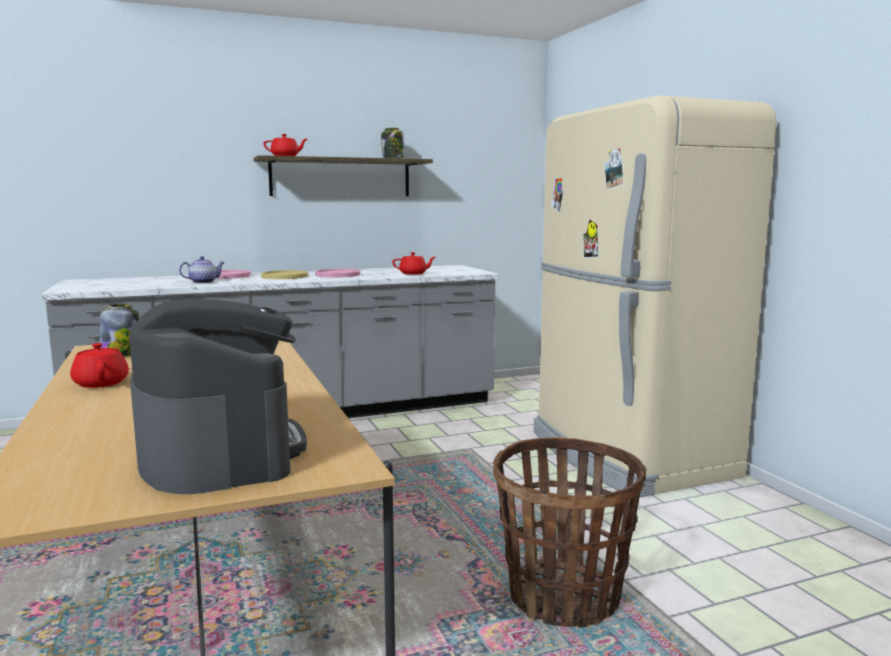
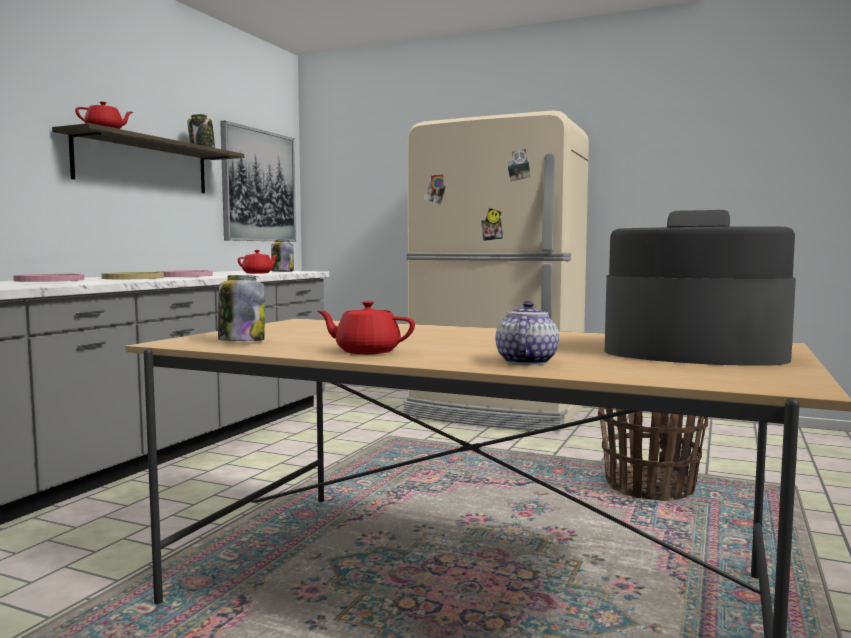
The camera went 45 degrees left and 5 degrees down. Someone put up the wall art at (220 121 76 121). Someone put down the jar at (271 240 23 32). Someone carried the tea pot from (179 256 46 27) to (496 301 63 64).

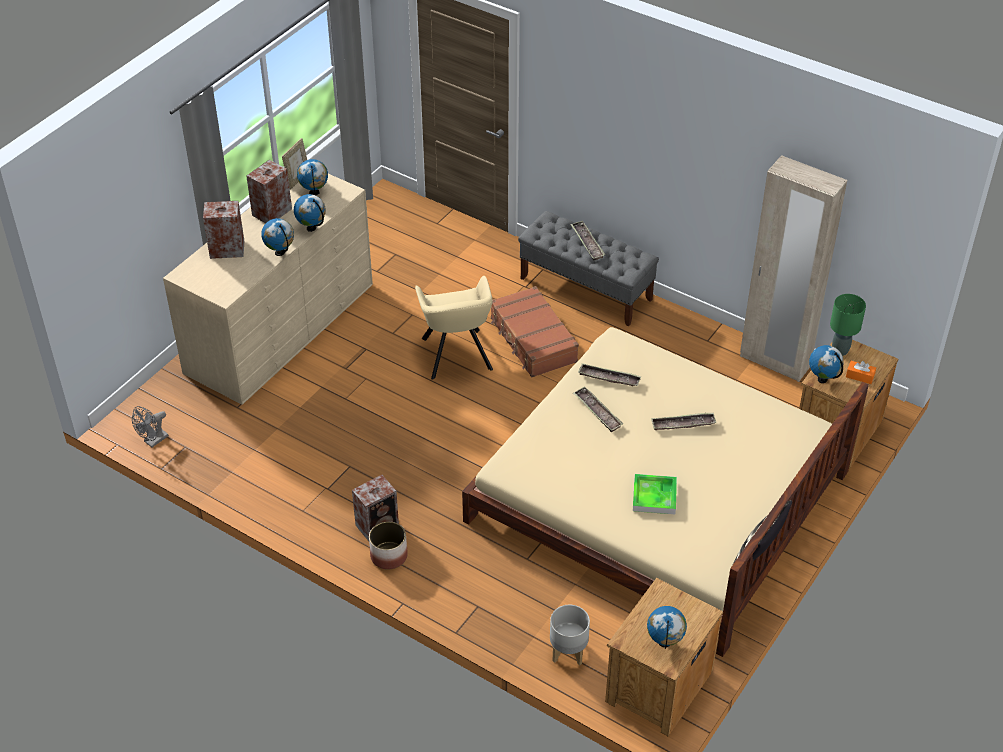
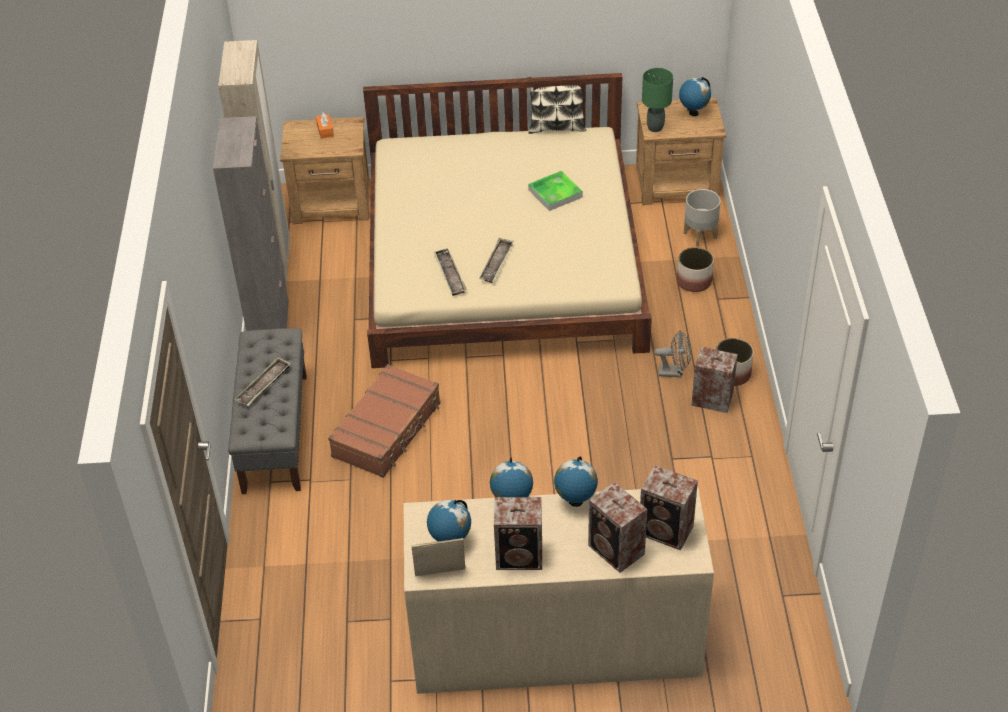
The camera went 125 degrees left and 0 degrees up. Someone took away the lounge chair (sand-coloured) at (415 276 78 104). Someone took away the tray at (651 412 66 18). Someone took away the world globe at (809 345 35 38). Someone put down the cupboard (gray) at (213 116 76 215). Someone put down the speaker at (640 465 58 85). Someone put down the plant pot at (677 247 37 45). Someone carried the fan (gray) from (132 406 37 41) to (654 330 38 48). Someone carried the lamp for a table (greenish) from (830 294 36 62) to (642 68 31 64).

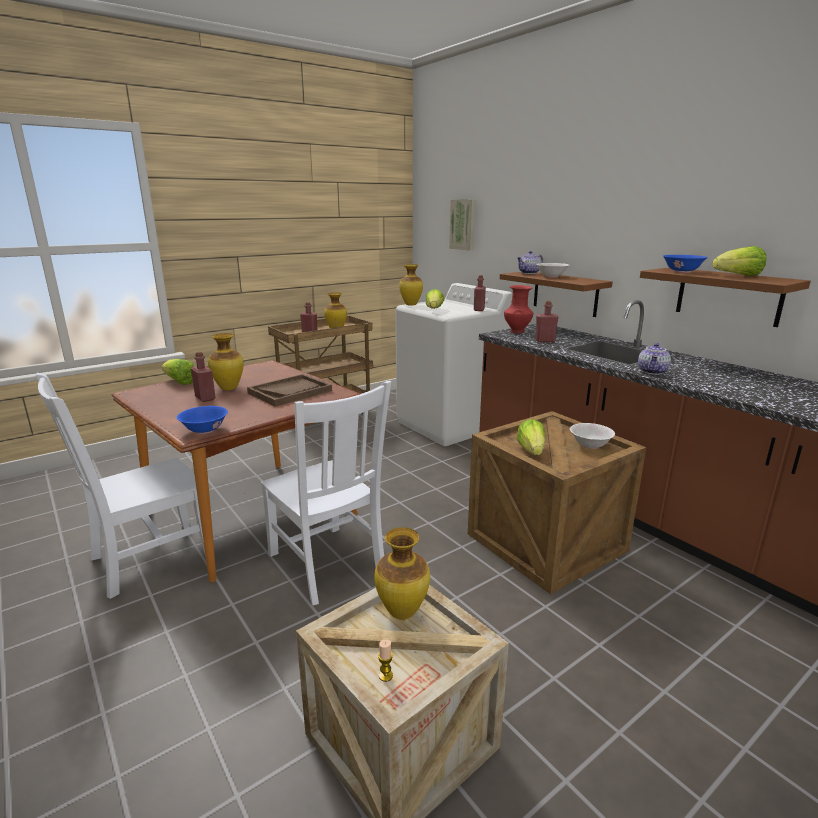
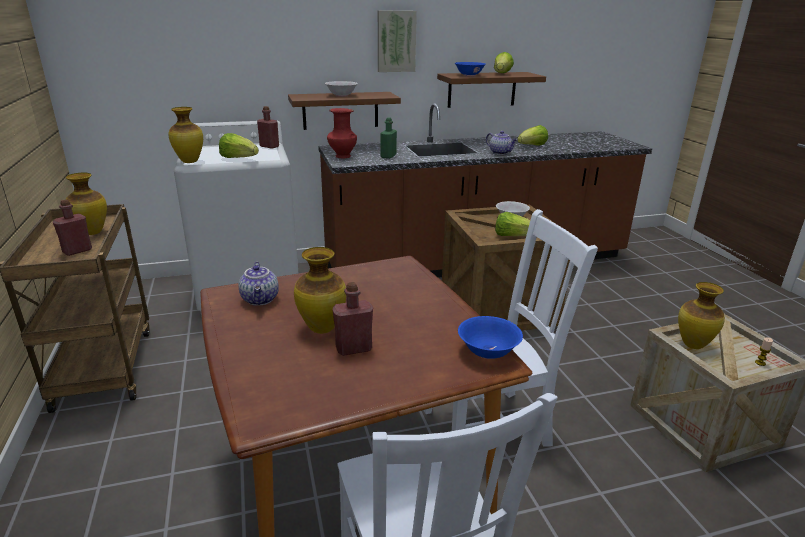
The camera went 70 degrees left and 5 degrees up. Someone took away the tray (brown-coloured) at (247 374 85 33). Someone carried the lettuce from (162 359 32 26) to (517 125 31 21). Someone carried the wall art from (449 199 27 52) to (378 10 39 62). Someone carried the tea pot from (517 251 26 23) to (239 262 40 44). Someone repainted the beverage bottle (red-coloured) at (535 301 24 41), which became the beverage bottle (greenish) at (380 117 17 42).

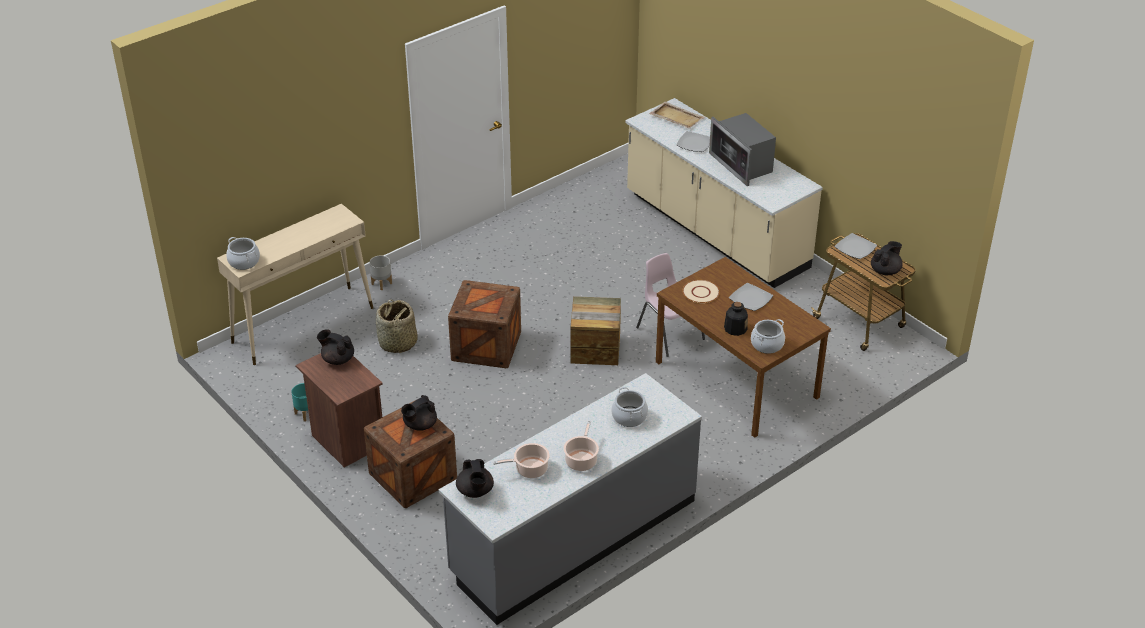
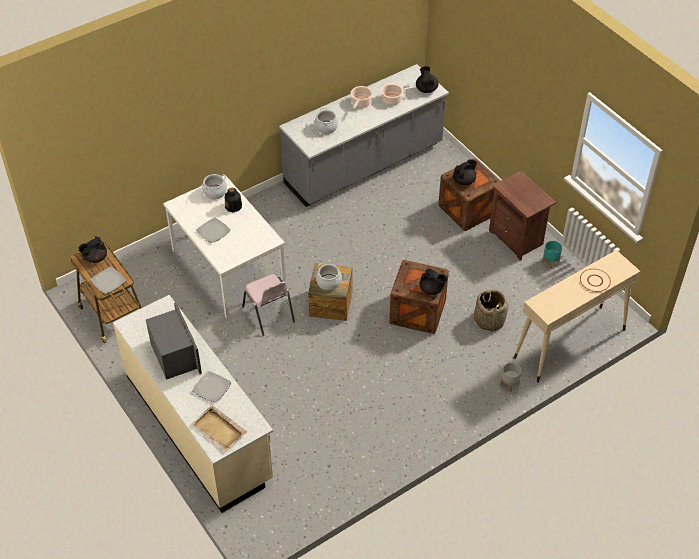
The camera went 175 degrees left and 10 degrees up. Someone carried the stockpot from (226 237 34 33) to (316 263 26 27). Someone carried the tea pot (black) from (317 329 37 36) to (420 269 27 26). Someone carried the flat dish (sand-coloured) from (682 280 38 23) to (580 269 31 23). Someone repainted the dining table (brown-coloured) at (656 257 175 181), which became the dining table (white-coloured) at (163 175 123 144).

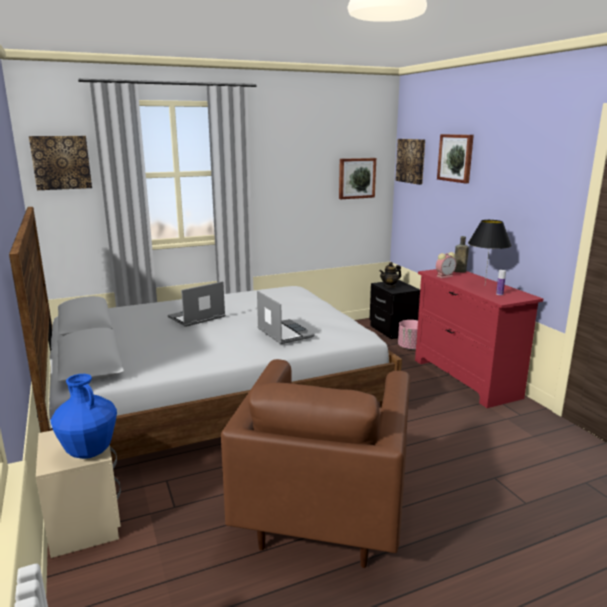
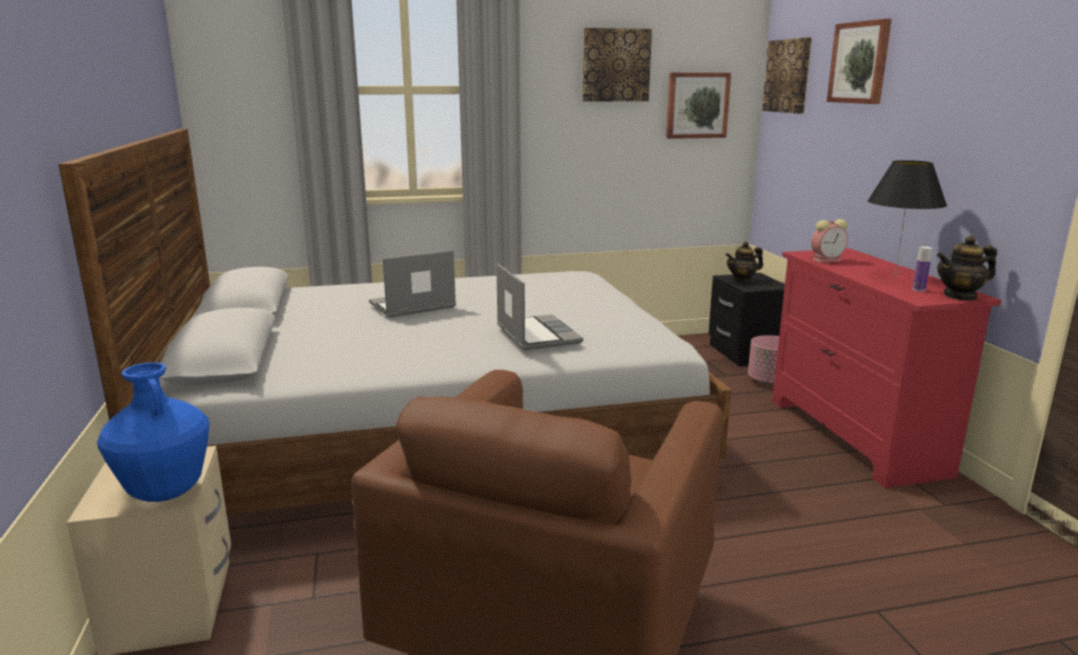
The camera went 10 degrees right and 0 degrees up. Someone took away the beverage bottle (brown-coloured) at (454 236 15 37). Someone put down the tea pot at (936 236 61 65). Someone carried the wall art from (29 136 63 54) to (583 28 69 74).

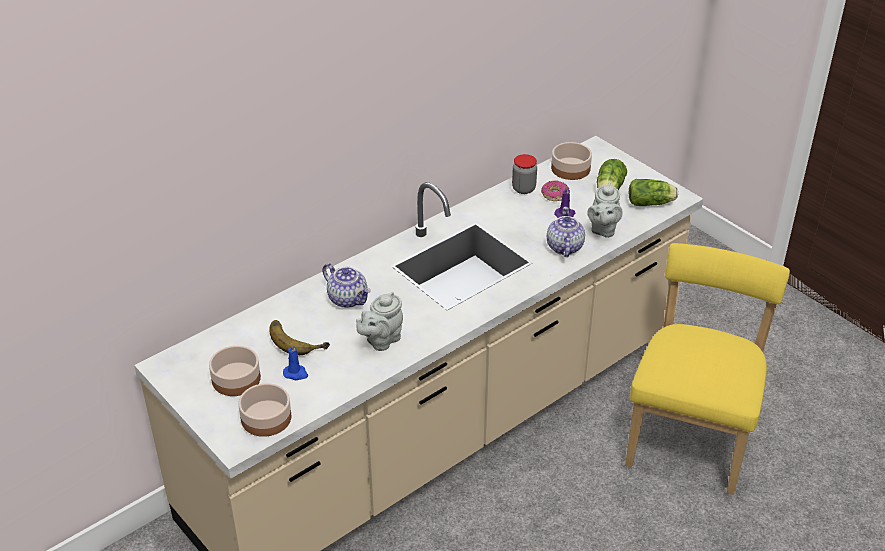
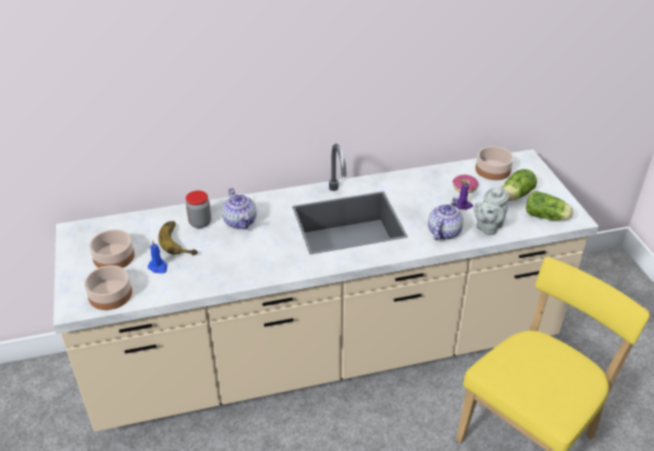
The camera went 25 degrees right and 0 degrees up. Someone took away the tea pot (gray) at (356 292 47 59). Someone carried the jar from (512 154 25 40) to (186 191 25 37).

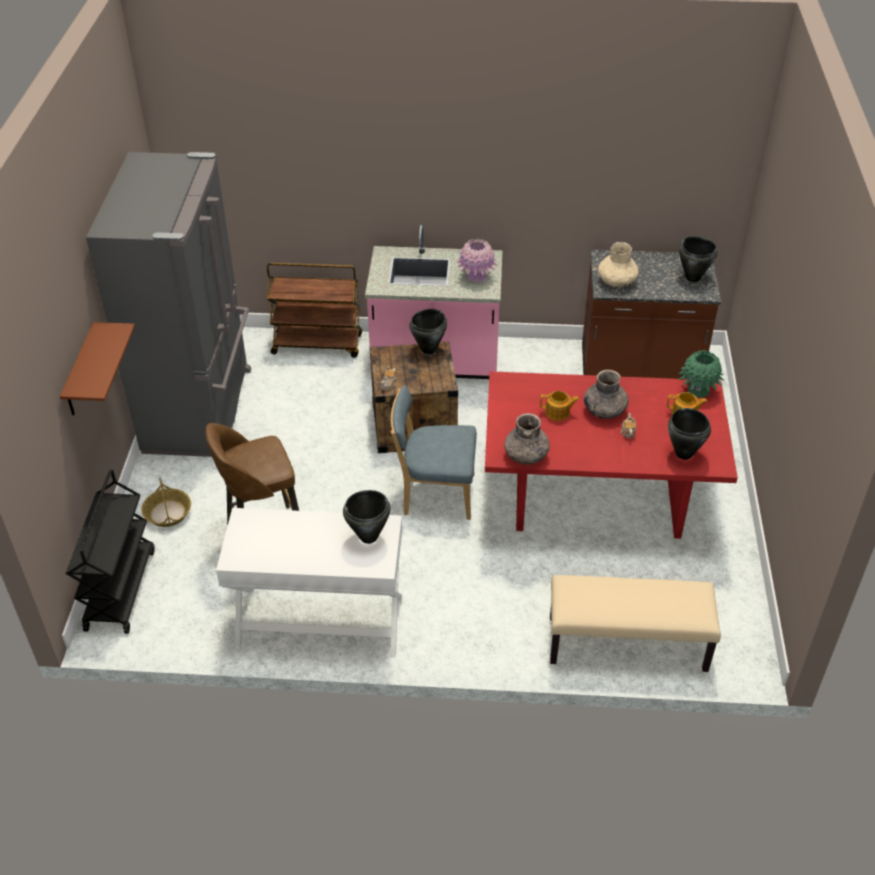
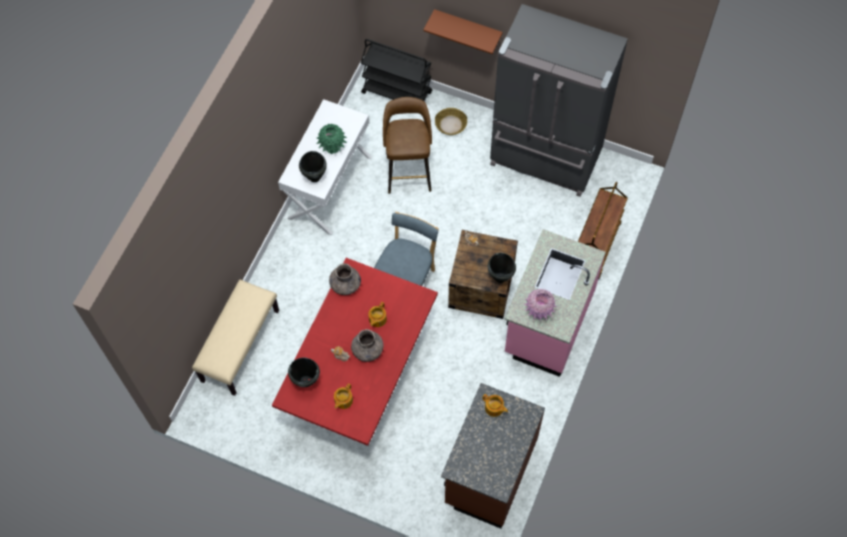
The camera went 110 degrees right and 20 degrees up. Someone took away the stockpot (black) at (679 236 39 46). Someone carried the flower vase (greenish) from (678 350 46 48) to (316 124 31 30). Someone swapped the flower vase (sand-coloured) at (598 242 41 45) for the tea pot at (482 394 26 23).

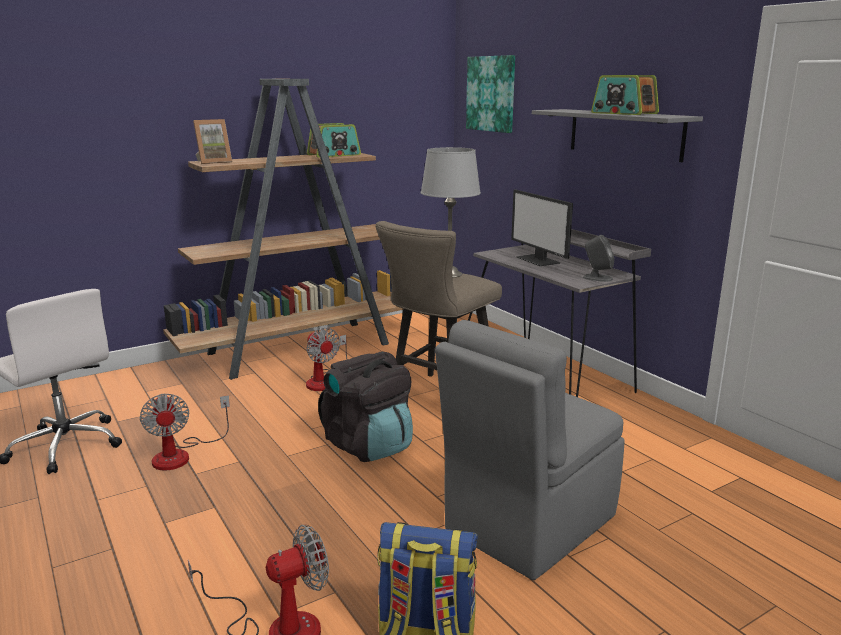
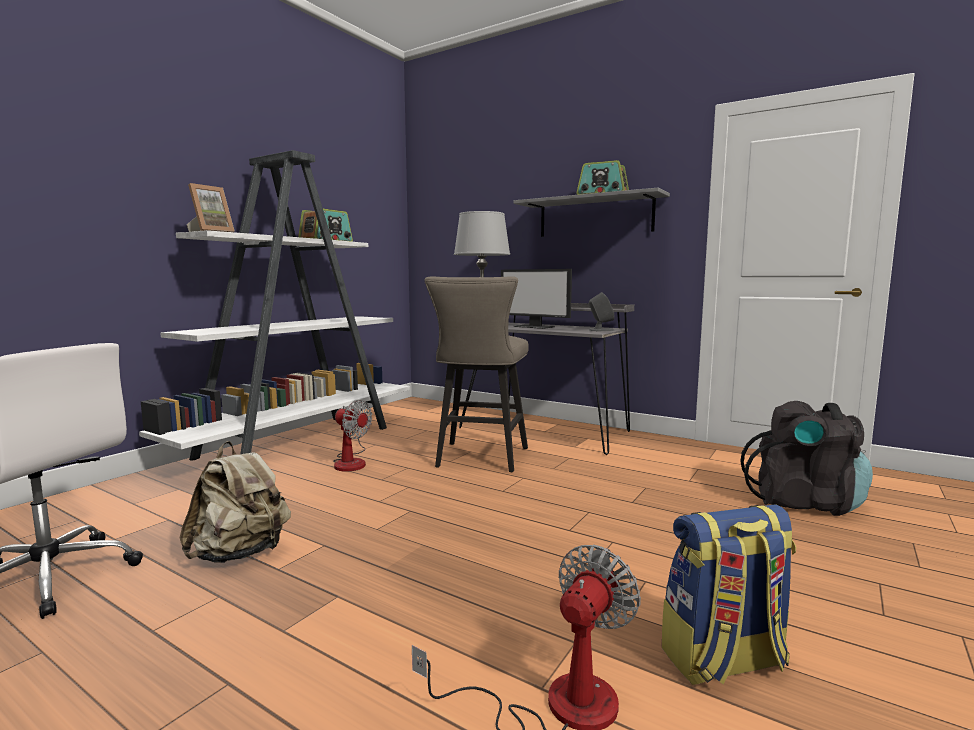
The camera went 25 degrees left and 10 degrees down. Someone took away the plain chair (gray) at (435 320 190 260). Someone took away the wall art at (466 55 49 78). Someone carried the knapsack (black) from (318 352 95 110) to (740 401 133 115). Someone swapped the fan at (140 394 90 77) for the knapsack (sand-coloured) at (180 441 111 122). Someone repainted the shelving unit (brown-coloured) at (163 79 240 301), which became the shelving unit (white-coloured) at (139 150 271 311).

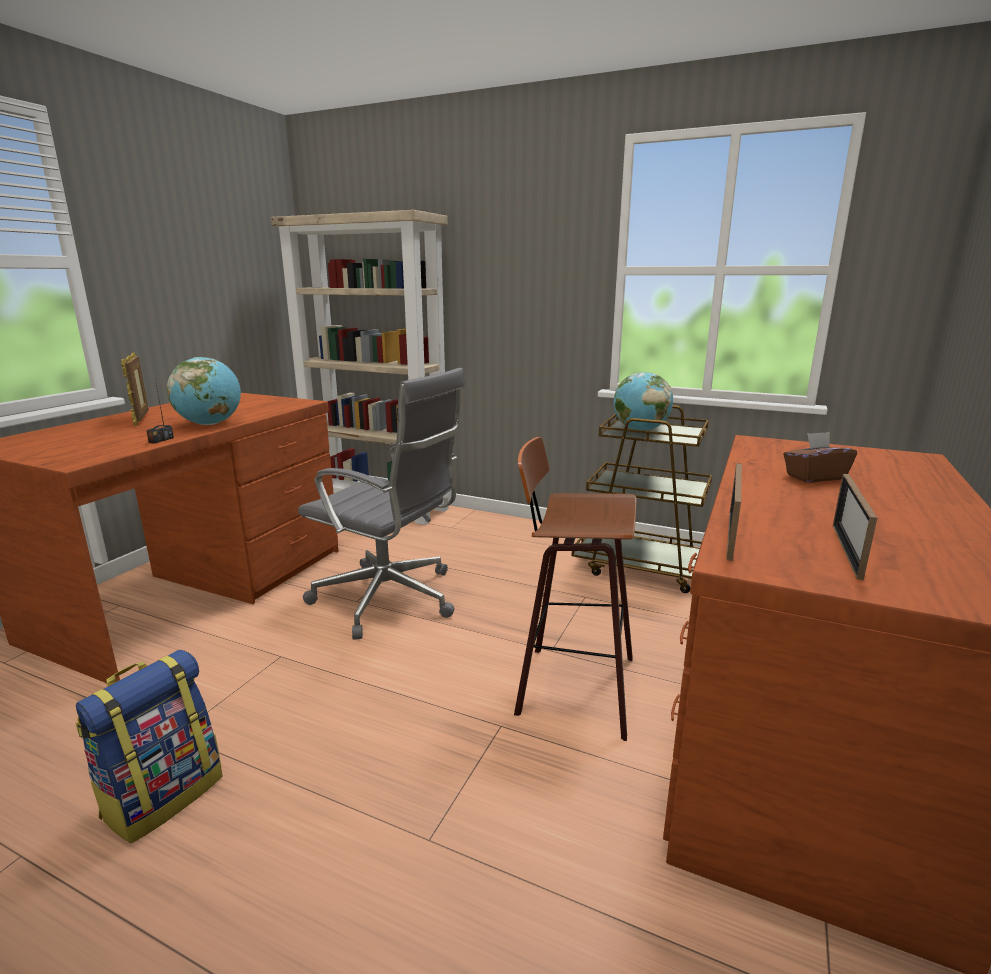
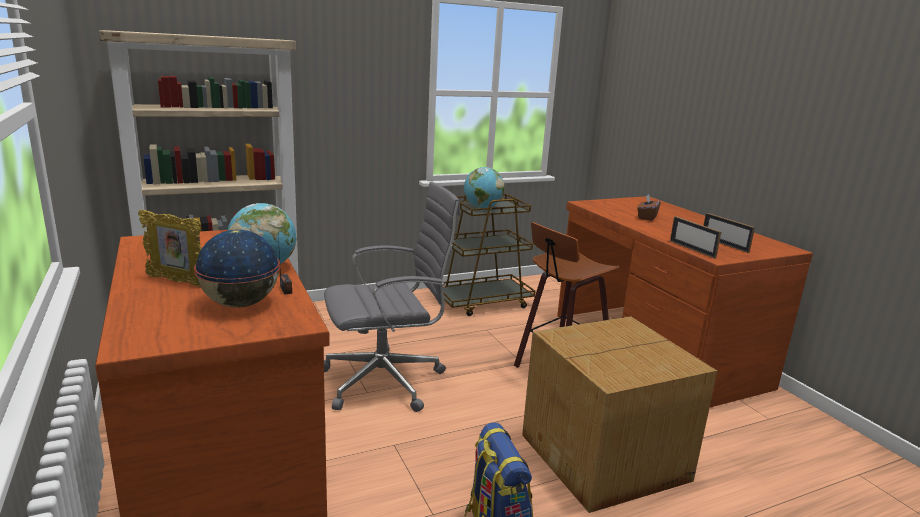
The camera went 50 degrees left and 0 degrees up. Someone put down the world globe at (194 230 86 78). Someone put down the cardboard box at (522 316 195 197).

